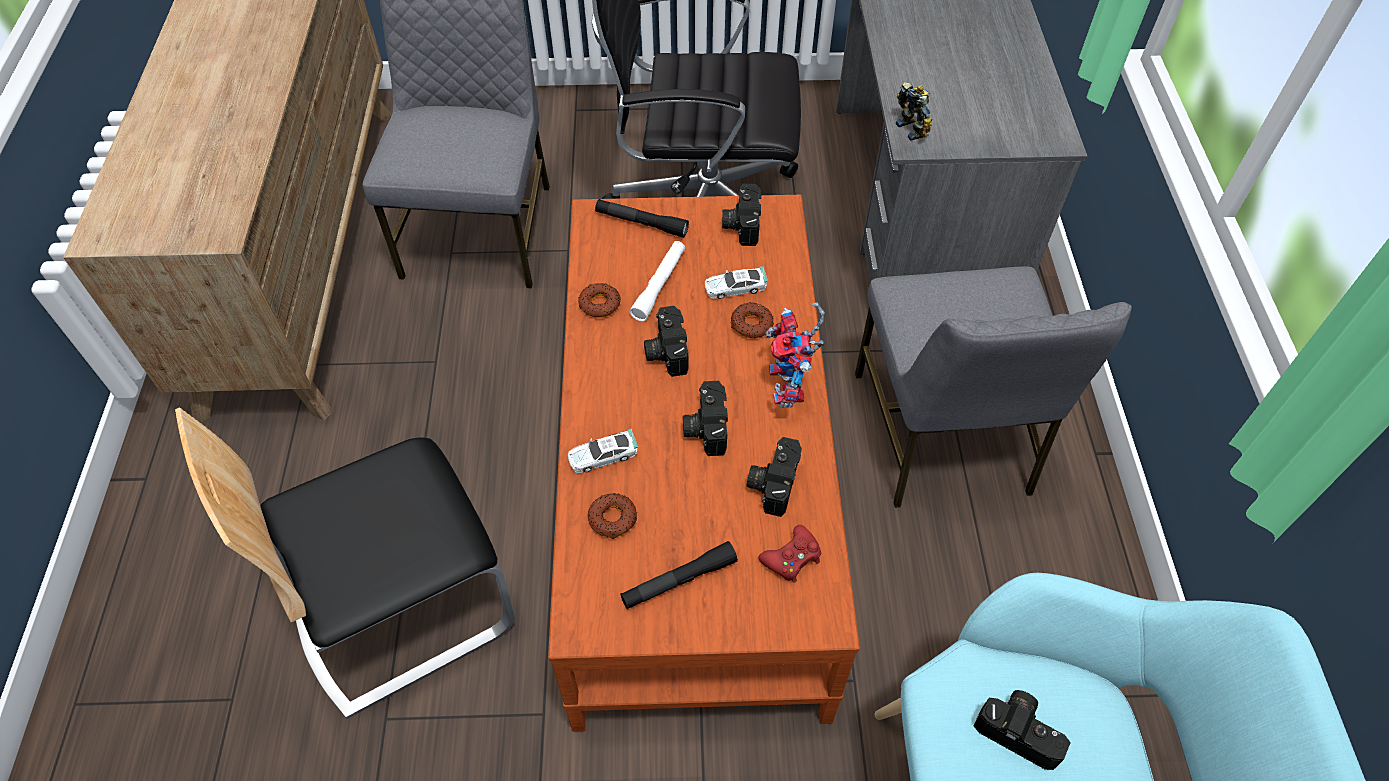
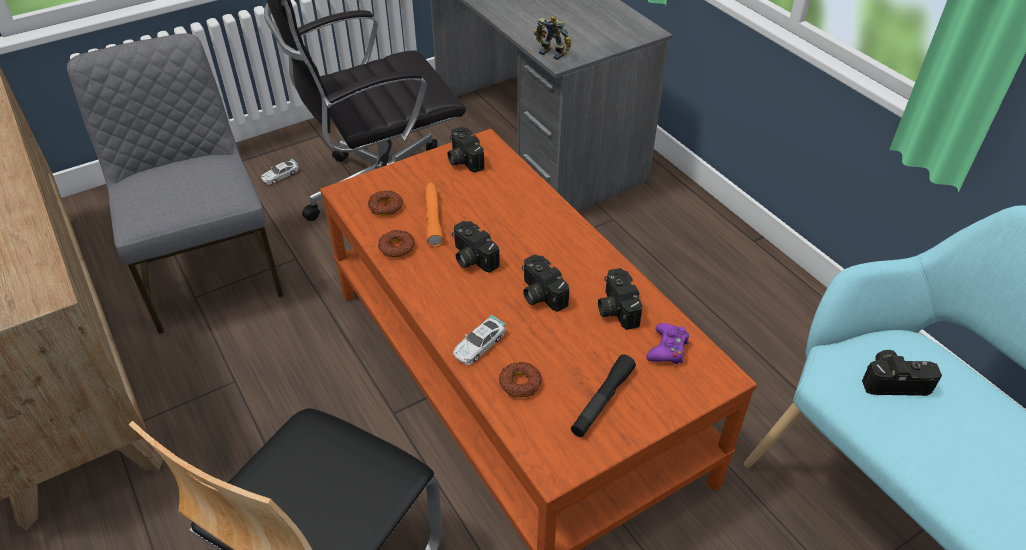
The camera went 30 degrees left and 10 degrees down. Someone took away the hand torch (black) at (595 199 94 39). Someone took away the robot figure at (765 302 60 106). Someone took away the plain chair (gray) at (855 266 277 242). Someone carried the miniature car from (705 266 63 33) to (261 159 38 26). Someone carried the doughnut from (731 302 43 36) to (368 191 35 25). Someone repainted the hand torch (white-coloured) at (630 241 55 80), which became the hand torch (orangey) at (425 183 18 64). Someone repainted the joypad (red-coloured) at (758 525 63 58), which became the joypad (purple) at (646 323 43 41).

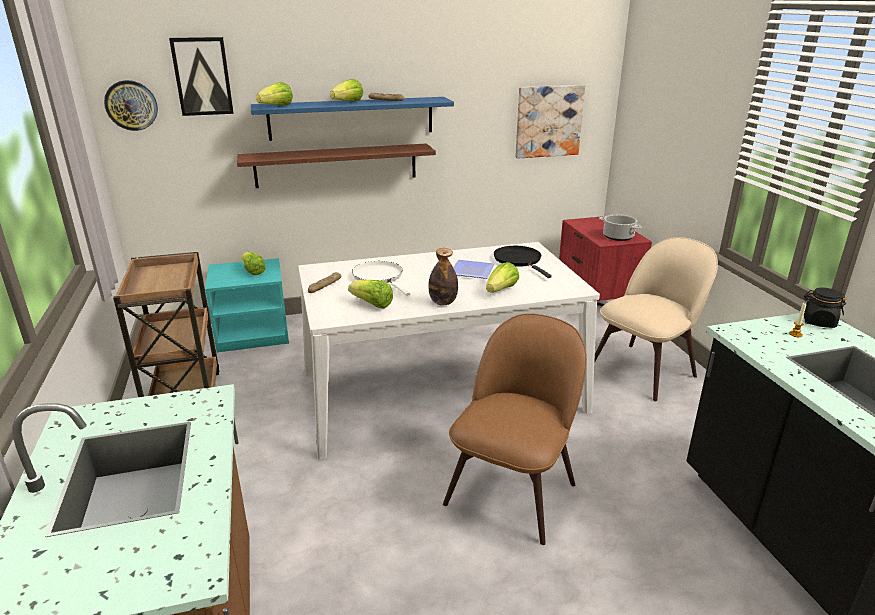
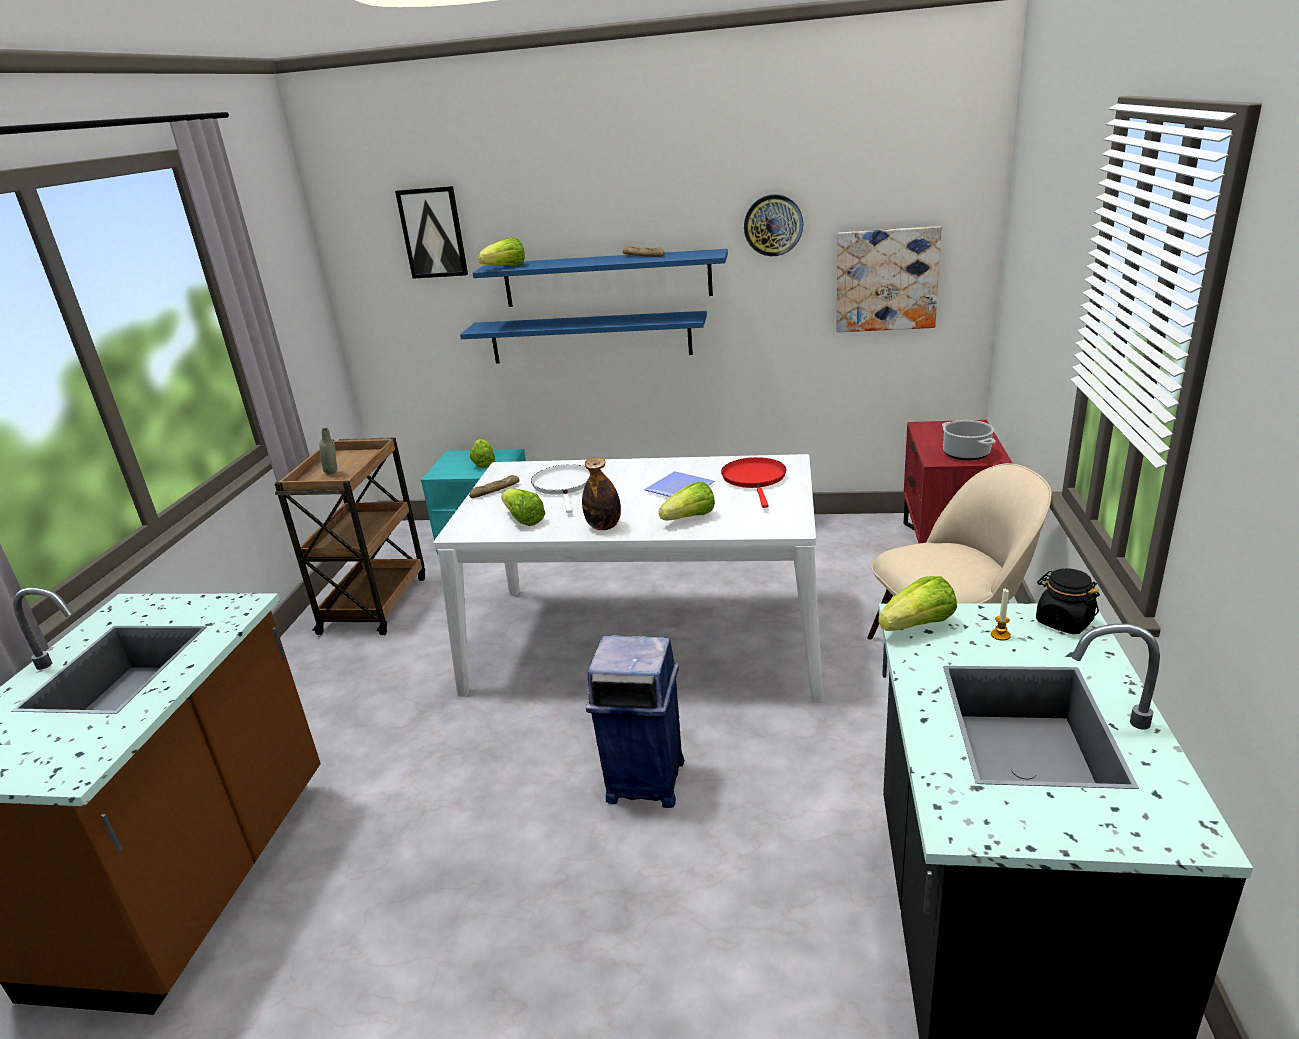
The camera went 25 degrees right and 0 degrees up. Someone put down the beverage bottle (gray) at (319 428 18 46). Someone carried the wall clock from (104 80 54 51) to (744 194 59 62). Someone carried the lettuce from (330 79 33 23) to (878 576 79 55). Someone swapped the plain chair (brown-coloured) at (443 313 144 232) for the rubbish bin (blue-coloured) at (586 635 99 173). Someone repainted the bracket shelf (brown-coloured) at (237 143 199 45), which became the bracket shelf (blue-coloured) at (460 311 247 53). Someone repainted the skillet (black) at (494 246 58 32), which became the skillet (red-coloured) at (721 457 66 51).

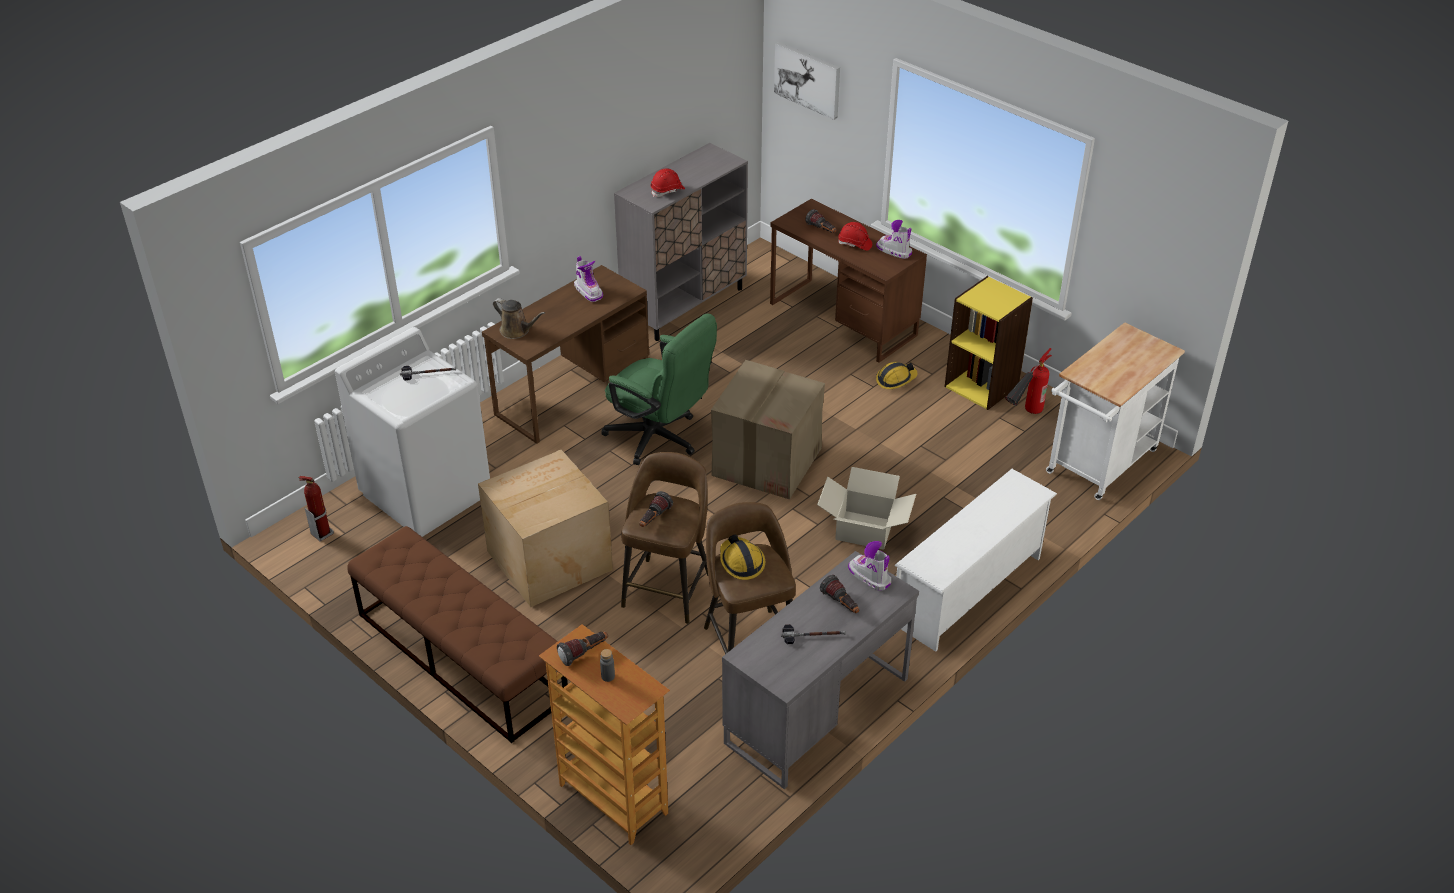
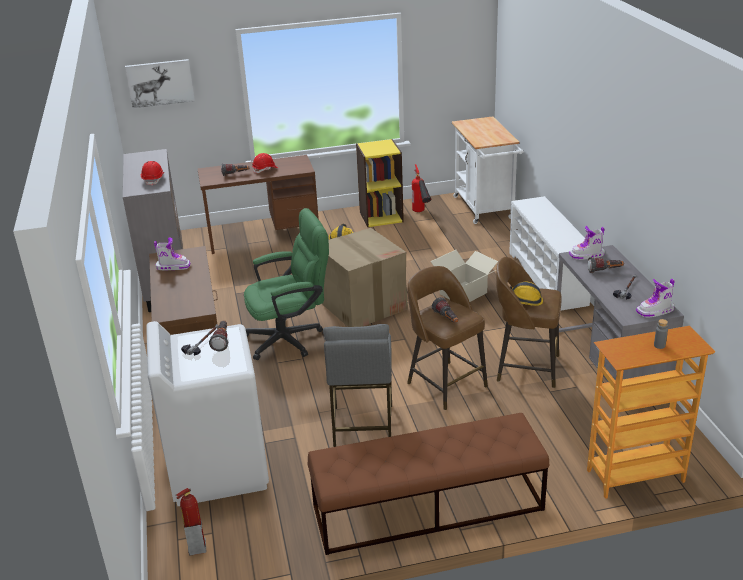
The camera went 55 degrees left and 10 degrees down. Someone took away the watering can (brown-coloured) at (493 298 52 41). Someone carried the hand torch from (557 631 51 35) to (209 320 20 31). Someone carried the boot from (876 220 36 39) to (636 279 39 39). Someone swapped the cardboard box at (478 449 135 158) for the stool (gray) at (323 324 69 123).

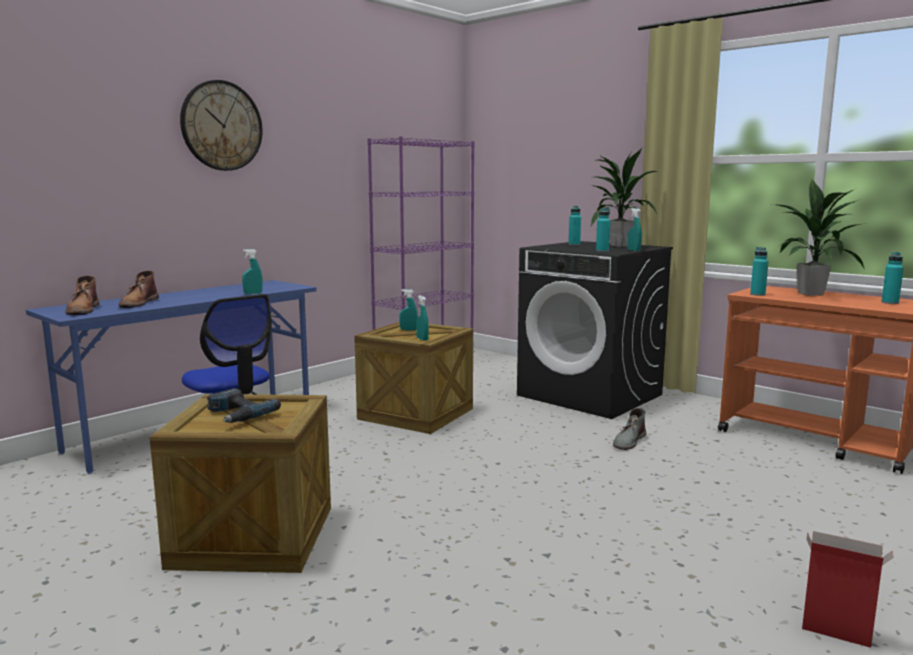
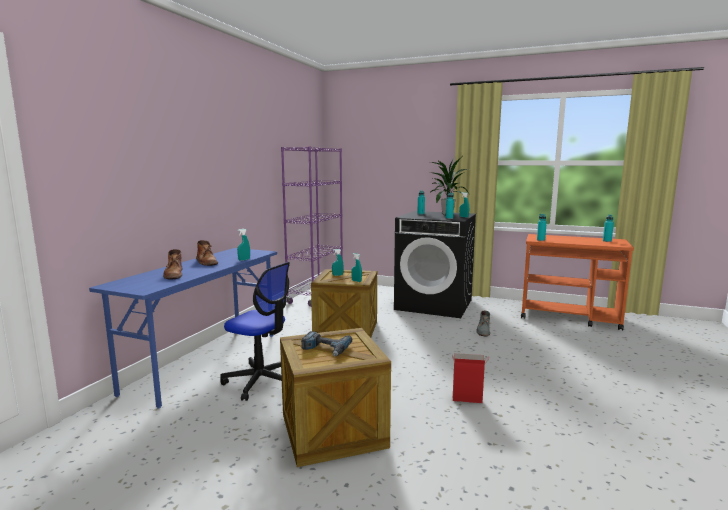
The camera went 20 degrees left and 0 degrees up. Someone took away the wall clock at (180 80 83 91). Someone took away the plant in a pot at (769 179 95 117). Someone carried the boot (brown-coloured) from (65 275 34 40) to (196 240 22 26). Someone carried the cardboard box from (802 531 92 117) to (452 353 37 50).

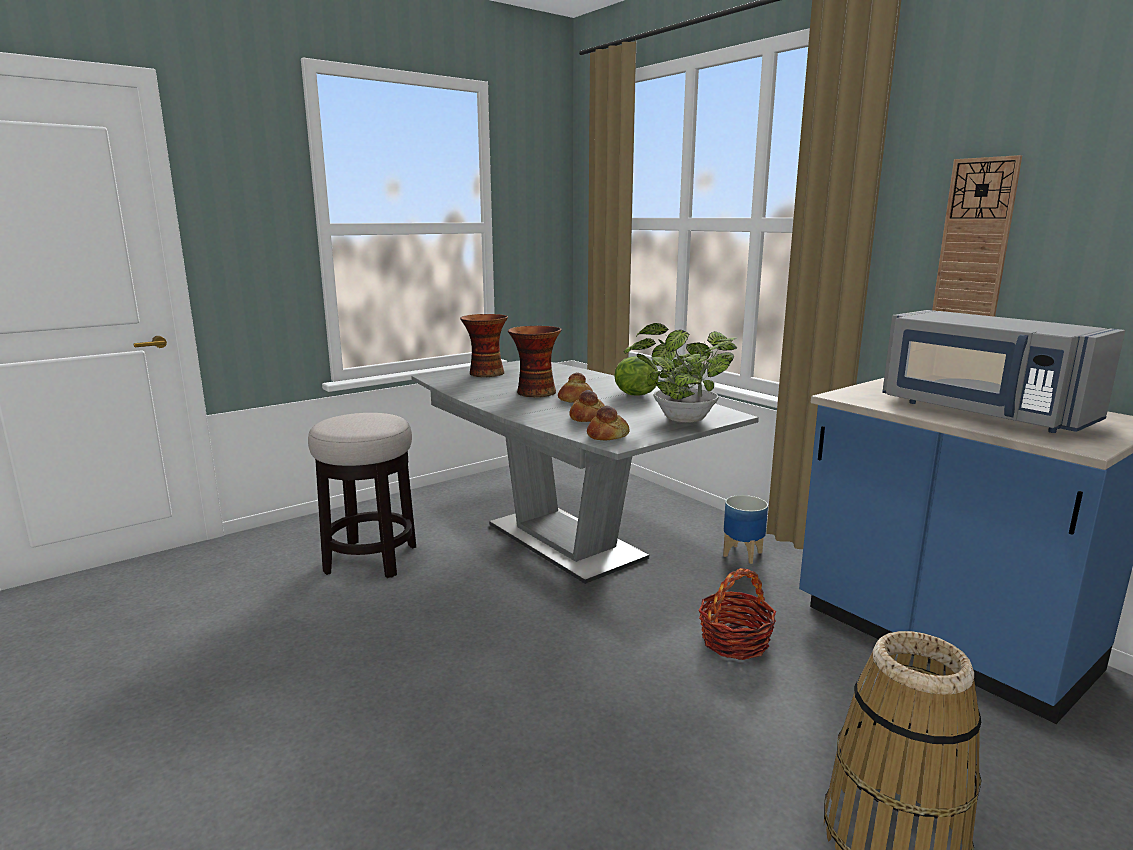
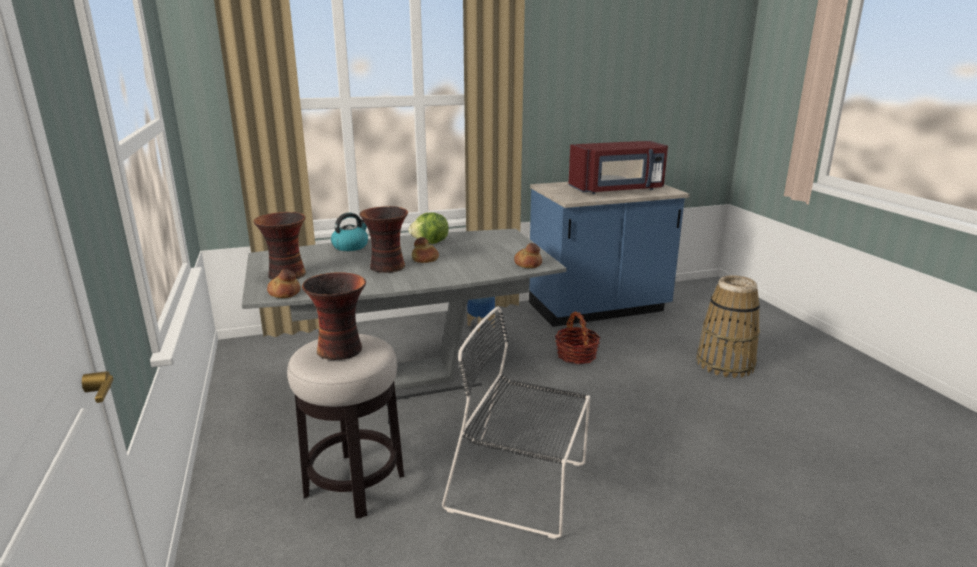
The camera went 70 degrees left and 5 degrees up. Someone took away the plant in a pot at (624 323 114 100). Someone took away the wall clock at (932 155 90 162). Someone put down the flower vase at (302 272 64 88). Someone put down the kettle at (331 213 37 38). Someone put down the plain chair (black) at (442 307 148 232). Someone carried the bread from (569 390 36 32) to (267 269 34 29). Someone repainted the microwave oven (gray) at (882 310 243 123), which became the microwave oven (red-coloured) at (568 141 100 53).

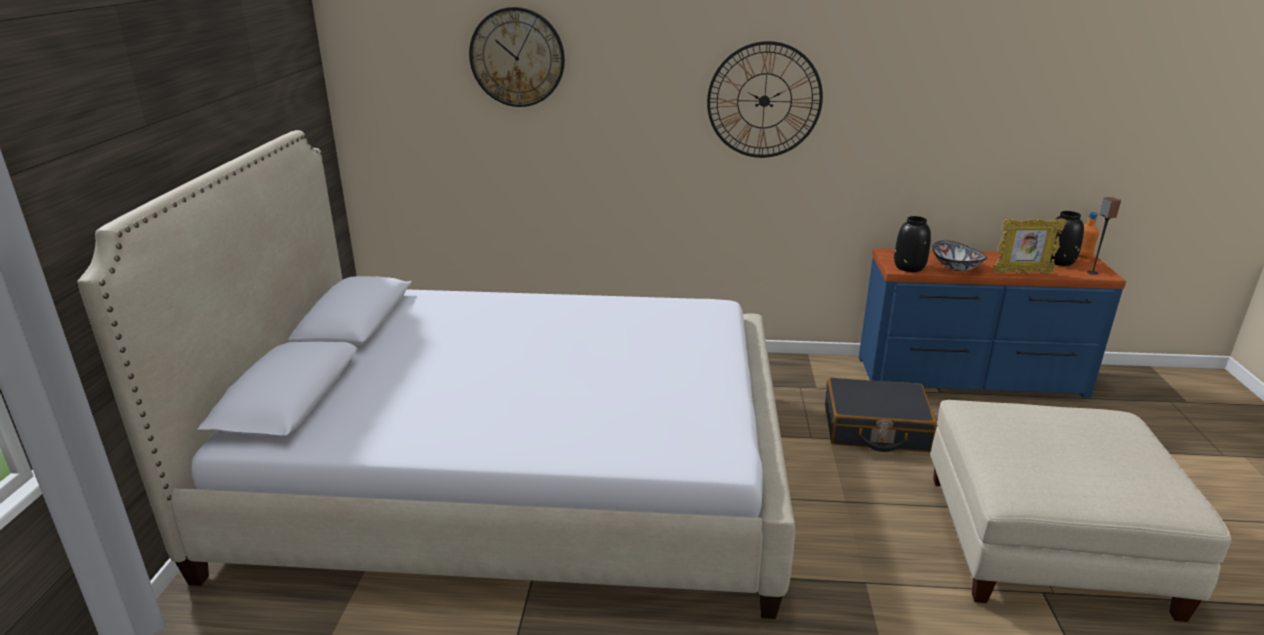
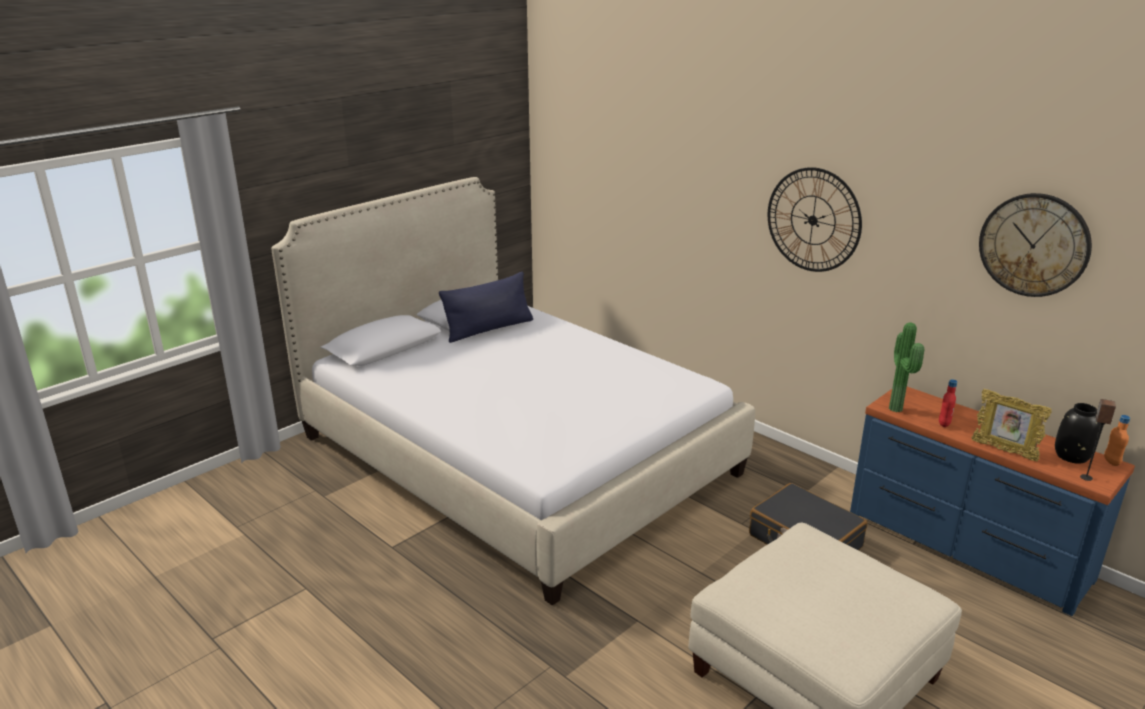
The camera went 40 degrees right and 0 degrees up. Someone put down the cushion (blue-coloured) at (439 271 94 72). Someone carried the wall clock from (469 7 96 100) to (979 193 113 104). Someone swapped the flower vase (black) at (894 216 37 56) for the plant in a pot at (889 322 35 90). Someone swapped the serving bowl at (932 240 55 31) for the beverage bottle (red-coloured) at (939 379 18 48).

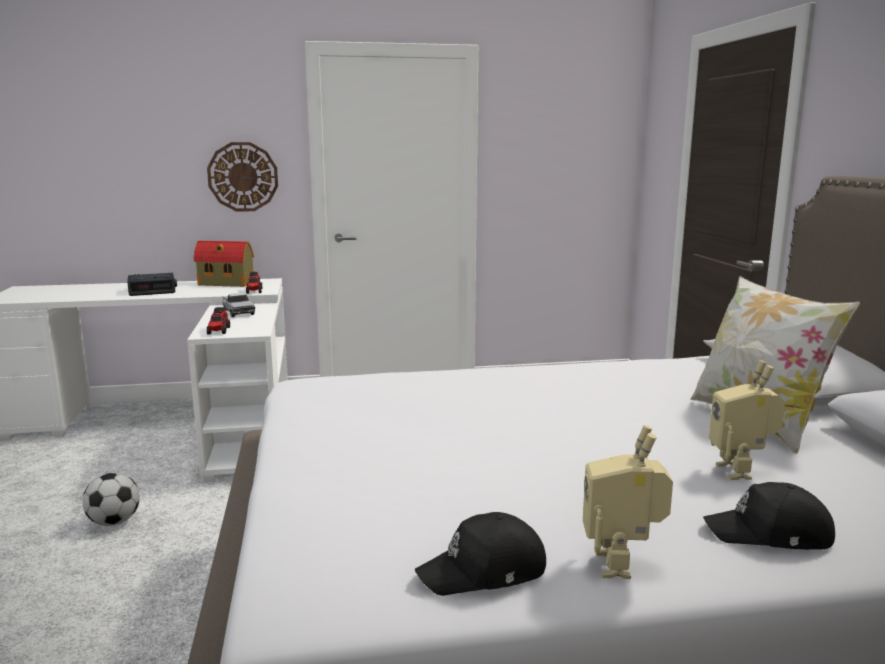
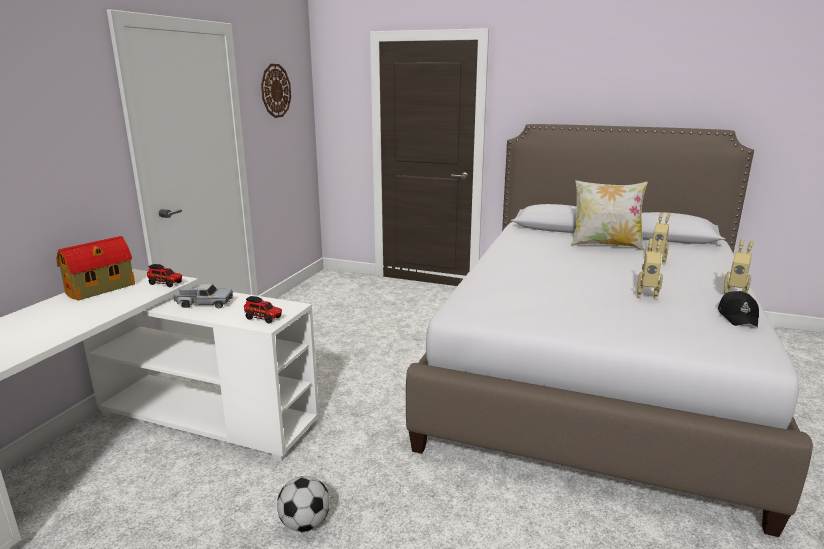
The camera went 60 degrees left and 5 degrees up. Someone took away the bedside clock at (127 273 50 23). Someone took away the baseball cap (black) at (703 482 132 68). Someone put down the robot figure at (637 239 26 61). Someone carried the wall clock from (207 142 71 70) to (261 64 30 54).

